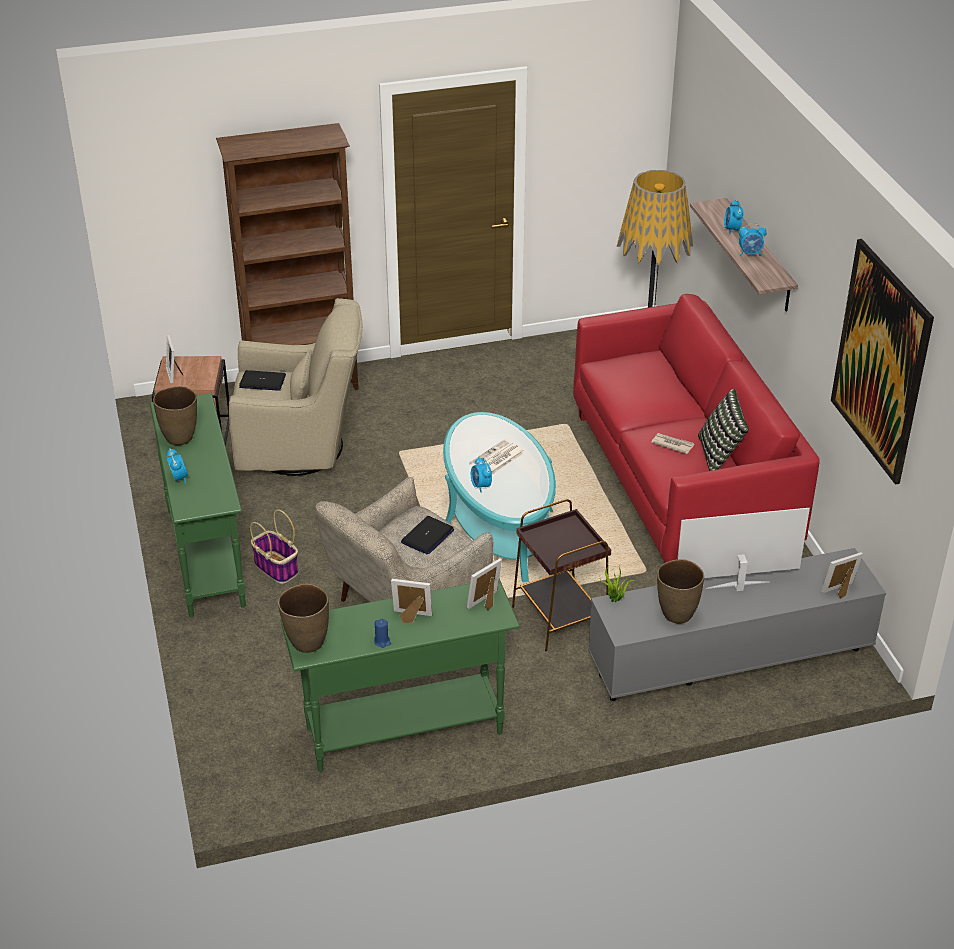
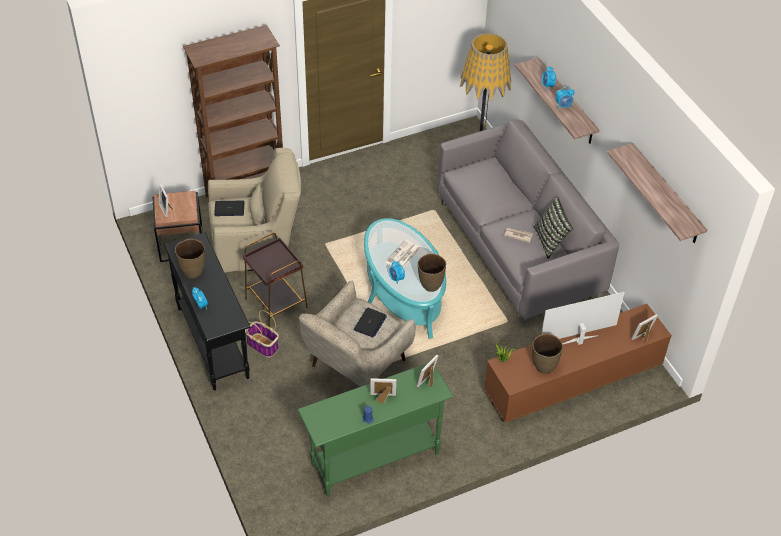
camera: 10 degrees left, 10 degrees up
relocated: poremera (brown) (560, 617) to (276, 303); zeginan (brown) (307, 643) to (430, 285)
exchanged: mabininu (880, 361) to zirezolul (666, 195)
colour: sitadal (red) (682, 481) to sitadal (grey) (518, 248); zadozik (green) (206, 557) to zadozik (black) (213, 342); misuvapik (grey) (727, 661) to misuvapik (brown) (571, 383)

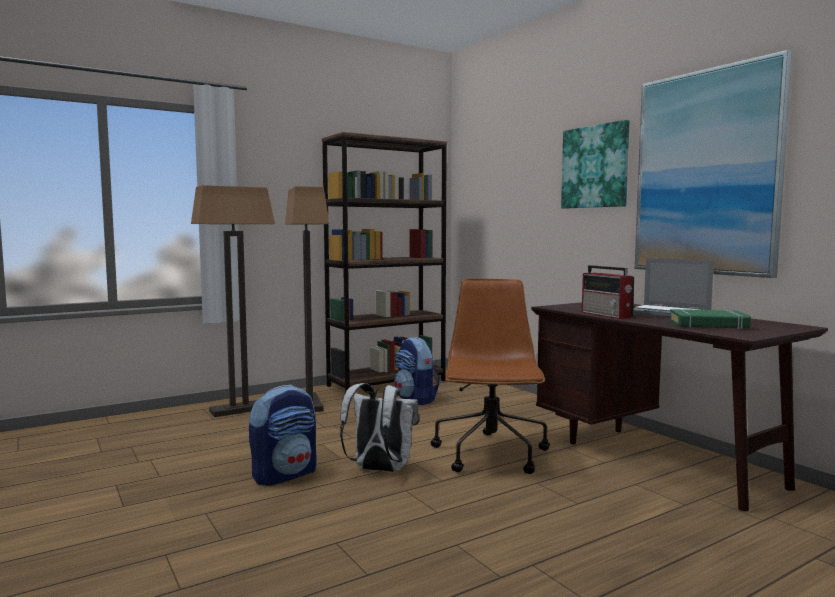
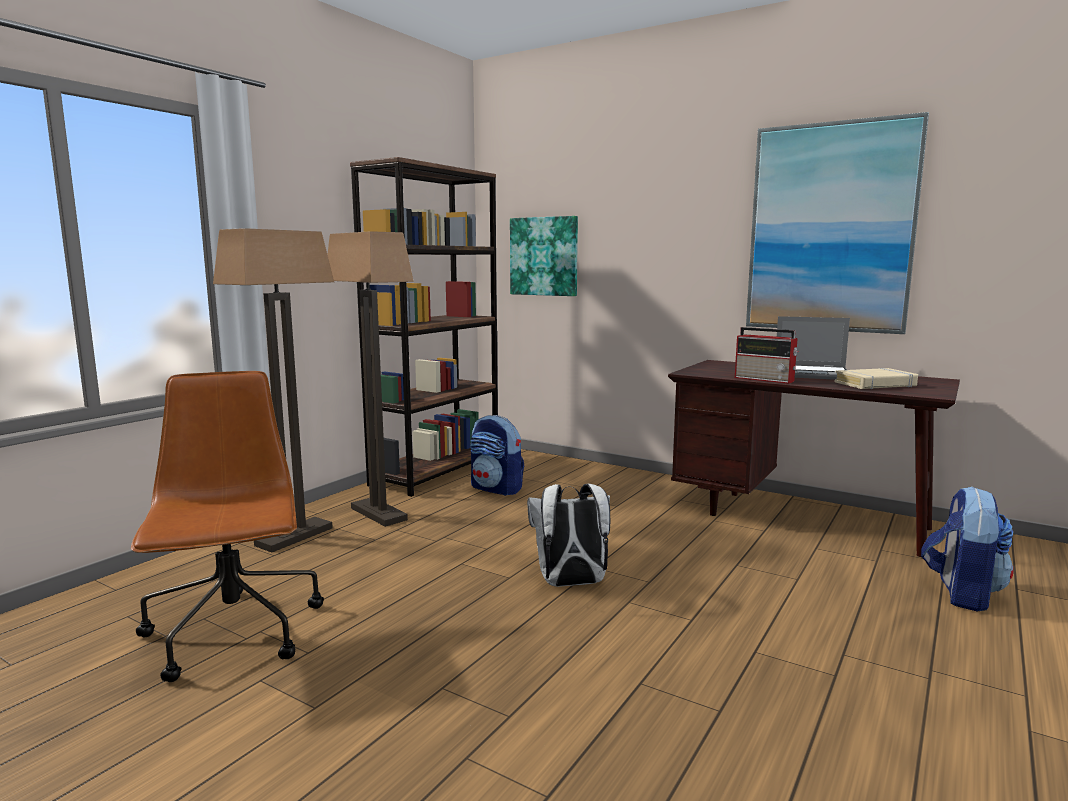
camera: 25 degrees left, 5 degrees up
relocated: mabininu (595, 167) to (544, 256); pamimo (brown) (491, 455) to (234, 634); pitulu (285, 475) to (961, 593)
colour: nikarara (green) (708, 325) to nikarara (beige) (875, 384)

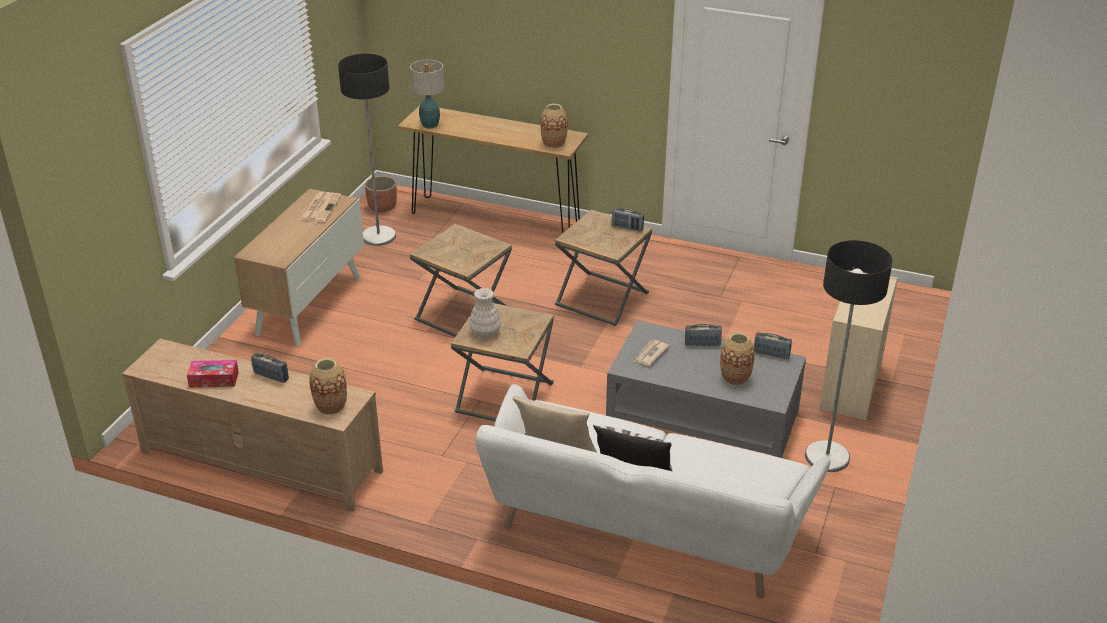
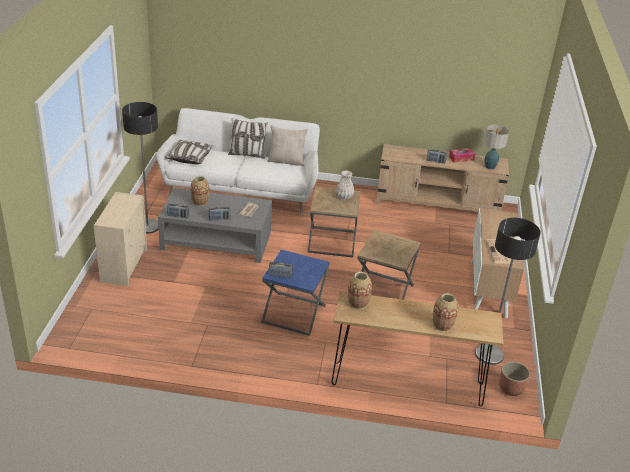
camera: 165 degrees right, 0 degrees up
appeared: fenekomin (190, 158)
relocated: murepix (430, 125) to (489, 166); zeginan (331, 406) to (442, 325)
colour: poremera (brown) (602, 299) to poremera (blue) (293, 314)

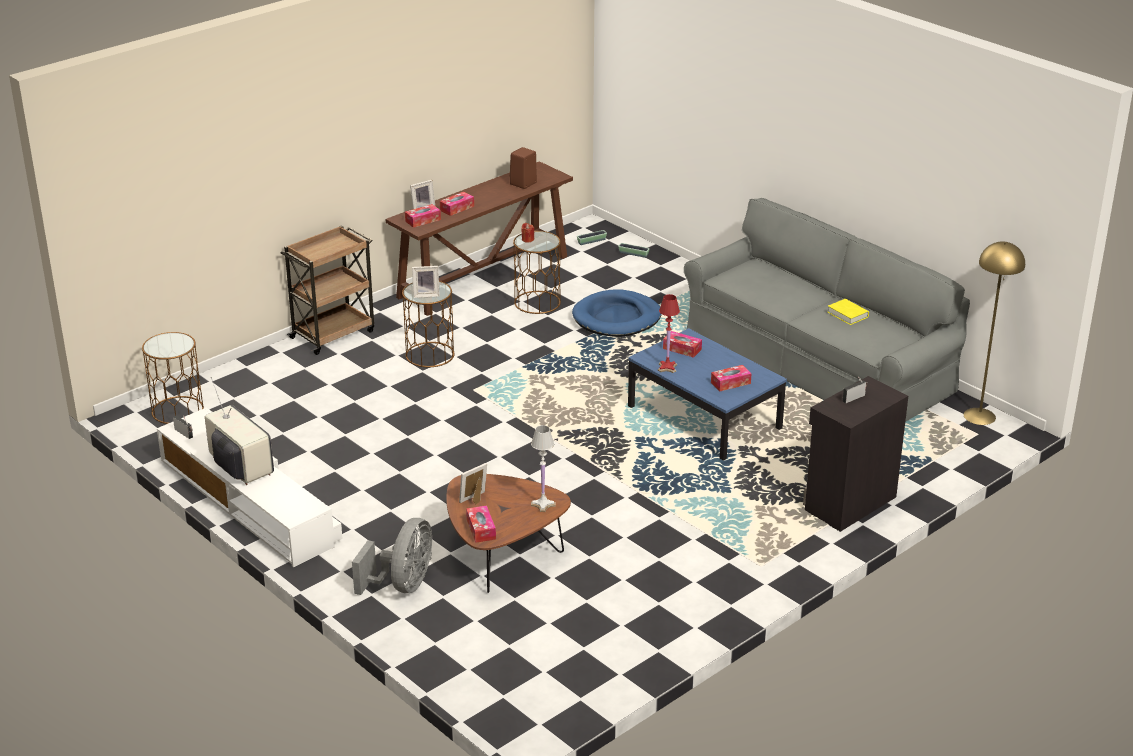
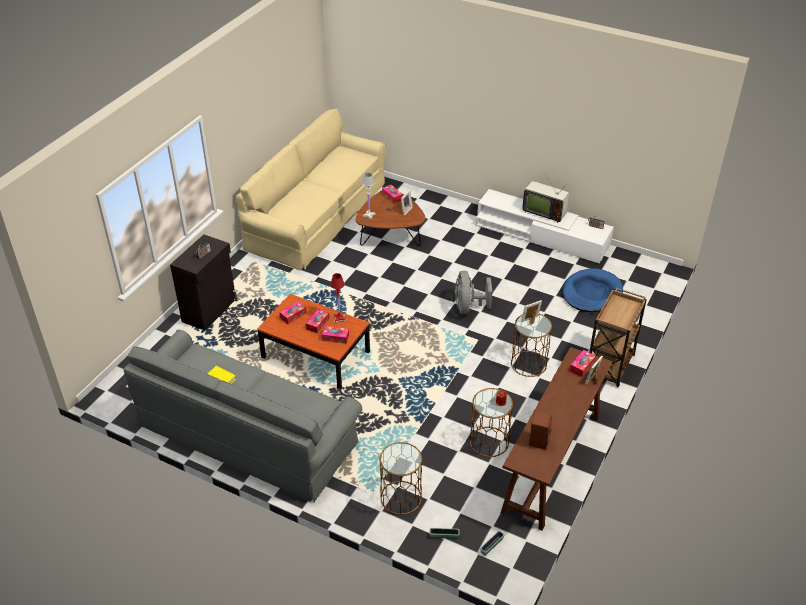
camera: 160 degrees right, 10 degrees up
missing: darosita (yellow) (979, 416)
appeared: sitadal (beige) (317, 215)
relocated: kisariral (457, 208) to (318, 324); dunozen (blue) (617, 318) to (591, 293); poremera (brown) (177, 410) to (400, 497); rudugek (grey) (403, 585) to (468, 307)
colour: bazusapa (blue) (704, 417) to bazusapa (brown) (315, 355)

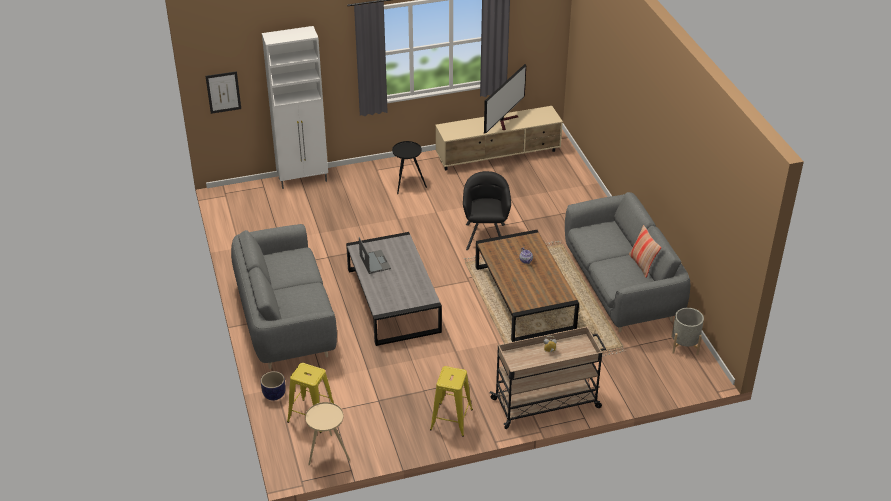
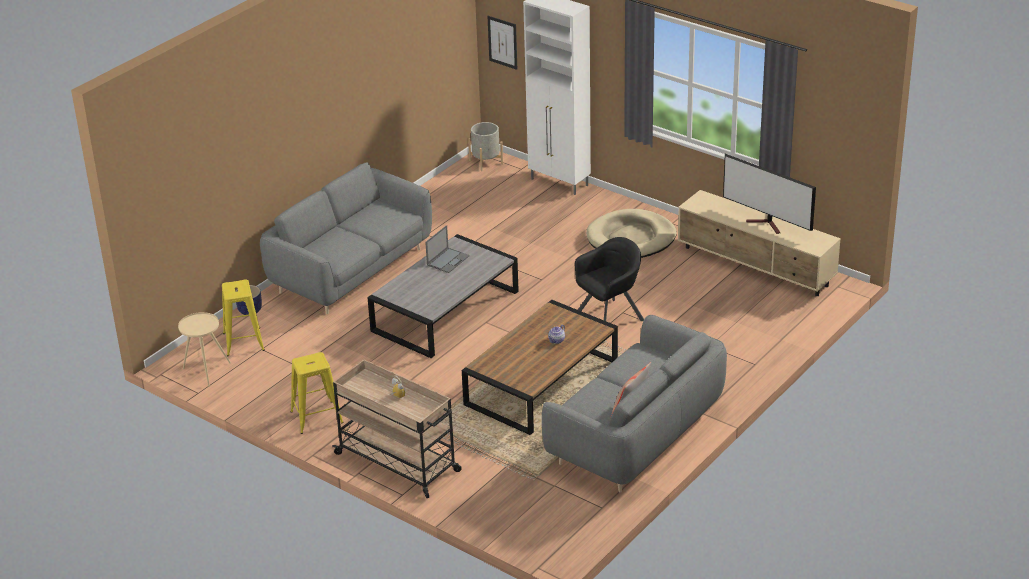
camera: 55 degrees right, 5 degrees down
relocated: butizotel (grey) (684, 345) to (486, 162)
exchanged: poremera (black) (407, 184) to dunozen (beige) (631, 238)
spun: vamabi (506, 121) = (767, 224) 45 degrees clockwise

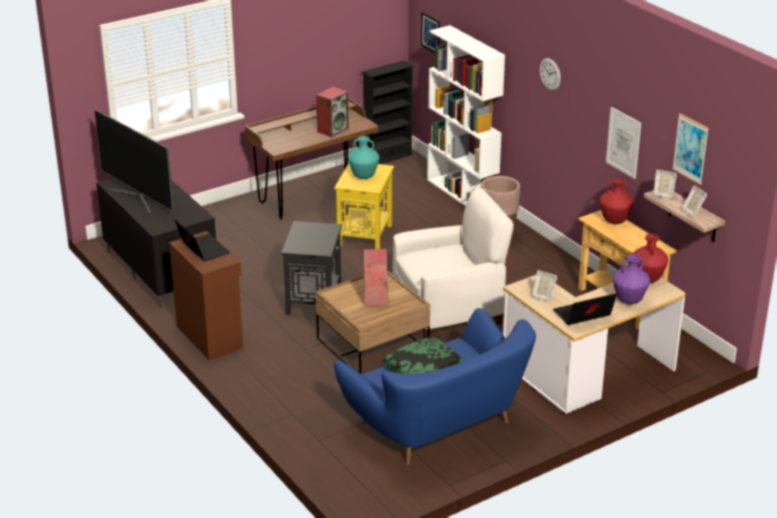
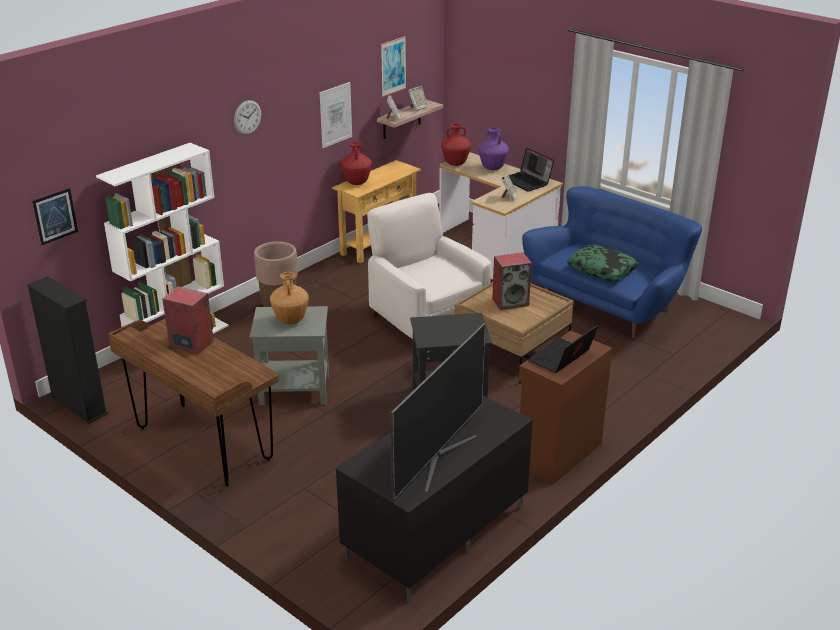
camera: 105 degrees left, 0 degrees up
colour: zeginan (turquoise) (364, 176) to zeginan (brown) (290, 320); poremera (yellow) (365, 235) to poremera (grey) (293, 389)

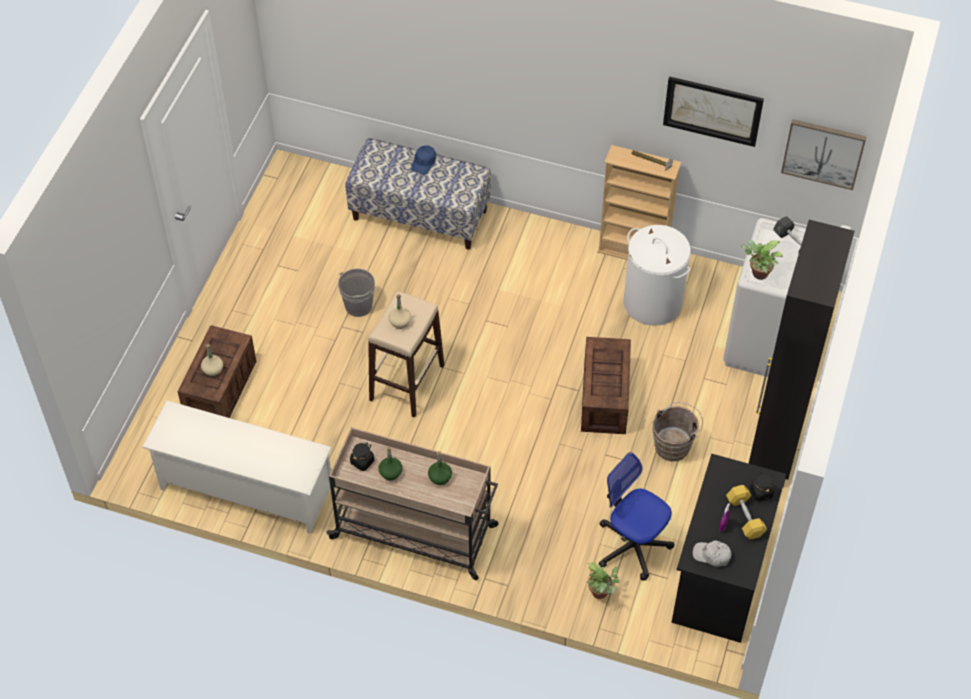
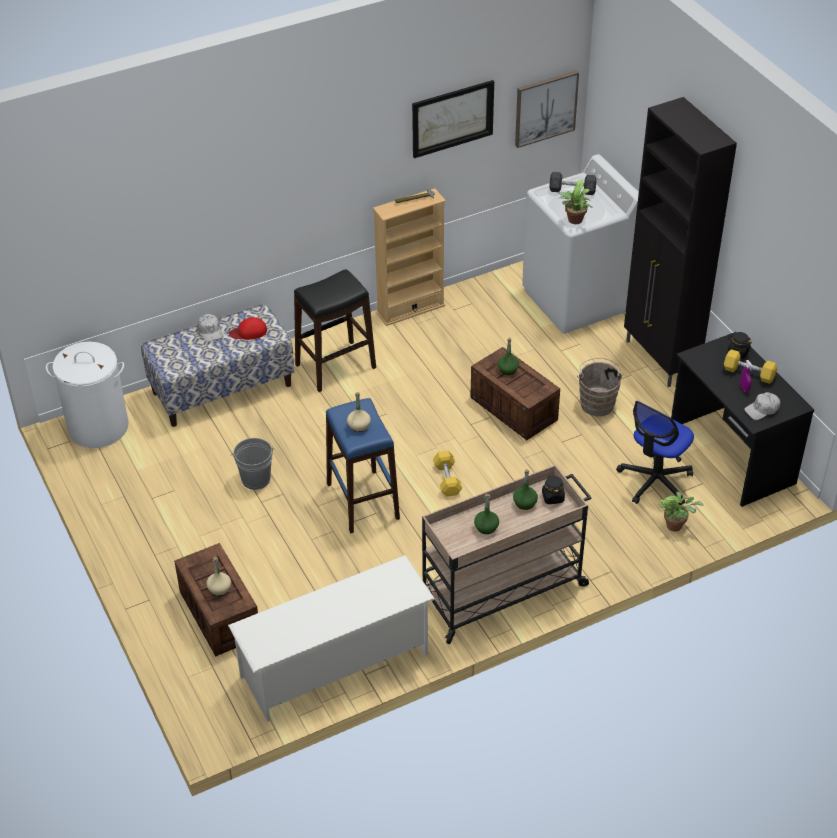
camera: 45 degrees left, 10 degrees down
appeared: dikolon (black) (336, 366); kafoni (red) (248, 332); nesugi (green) (507, 369); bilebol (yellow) (447, 479)
relocated: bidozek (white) (652, 303) to (98, 427); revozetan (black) (362, 461) to (552, 497)
colour: kafoni (blue) (424, 162) to kafoni (white) (210, 331); dikolon (beige) (407, 382) to dikolon (blue) (362, 501)
spun: pamimo (632, 545) = (655, 481) 45 degrees counterclockwise

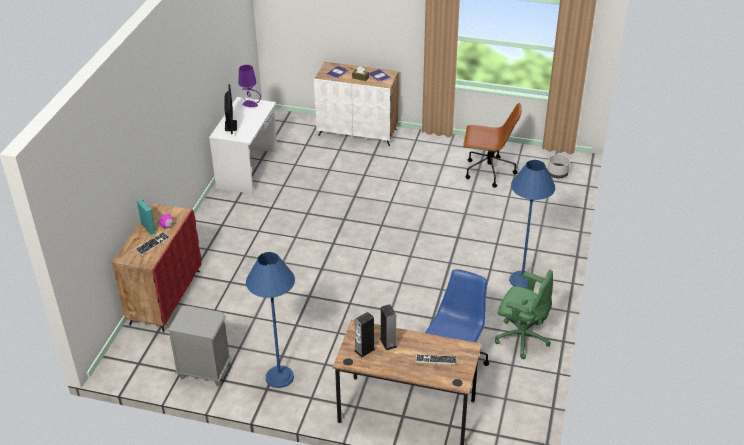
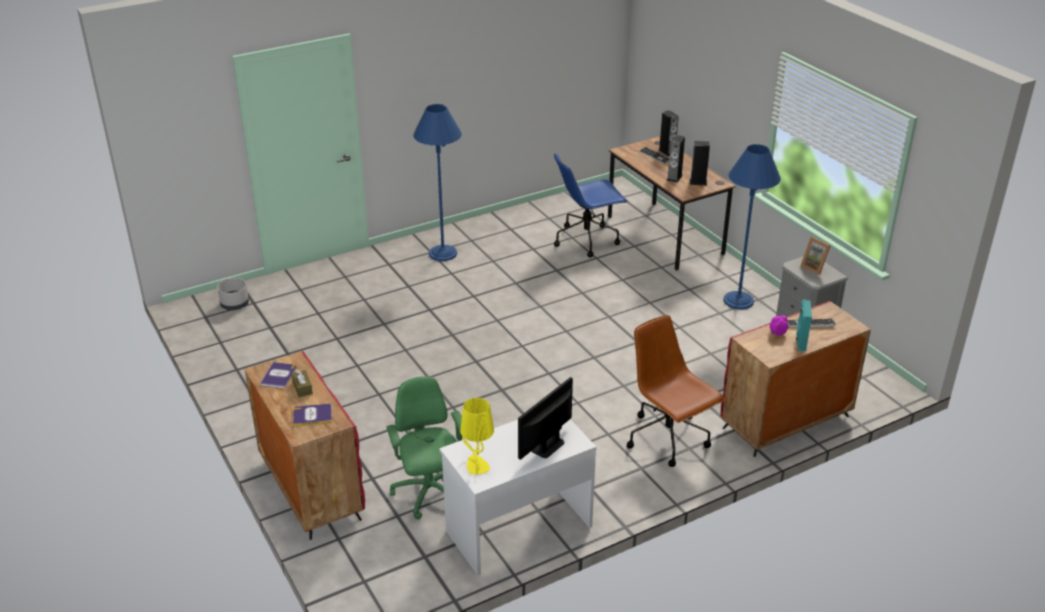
camera: 135 degrees left, 5 degrees down
appeared: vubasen (667, 151); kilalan (814, 267)
relocated: pamimo (brown) (488, 172) to (668, 439); pamimo (green) (521, 338) to (429, 493)
colour: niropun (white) (358, 132) to niropun (red) (310, 488); murepix (purple) (250, 104) to murepix (yellow) (476, 466)

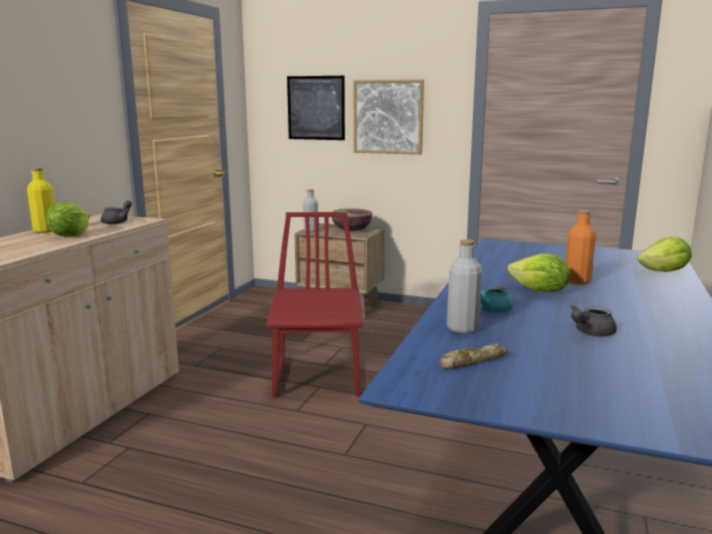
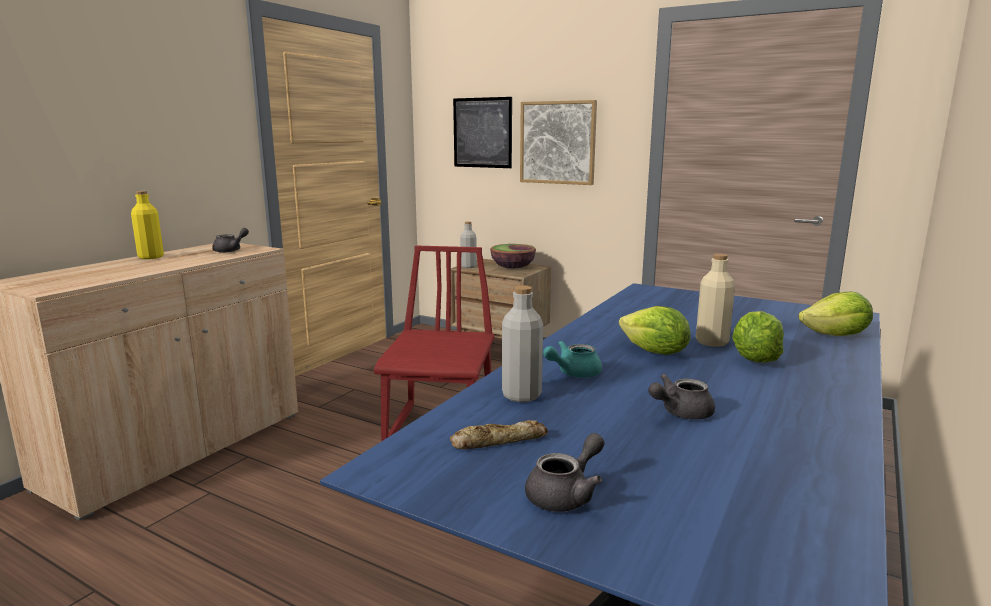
camera: 10 degrees right, 0 degrees up
appeared: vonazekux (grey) (566, 494)
relocated: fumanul (70, 235) to (754, 359)
colour: nesugi (orange) (577, 281) to nesugi (beige) (712, 342)

